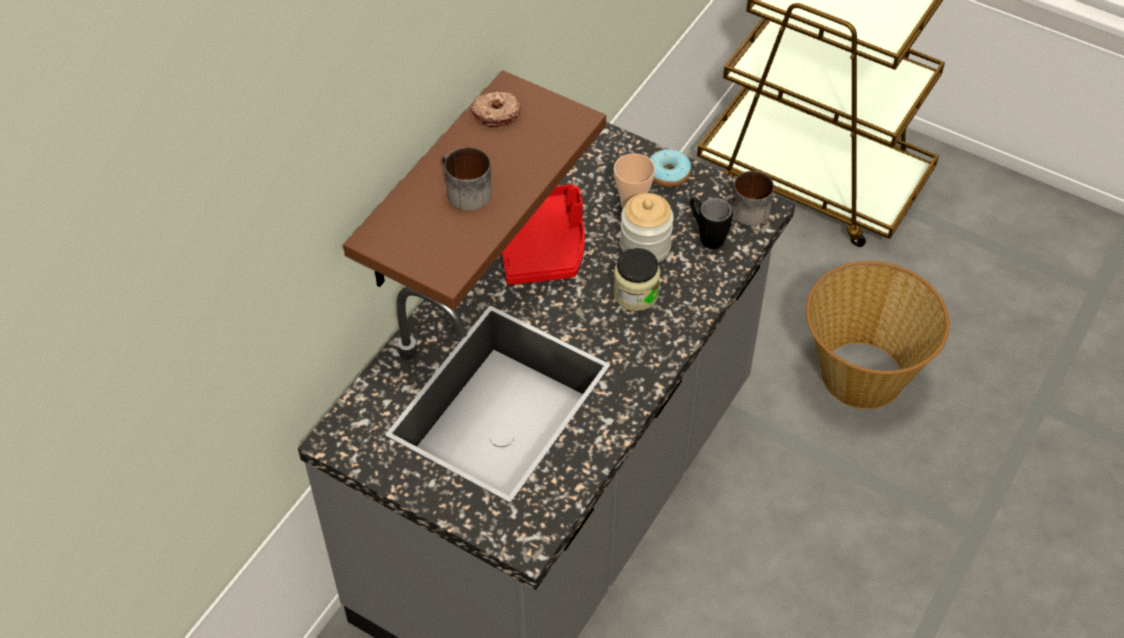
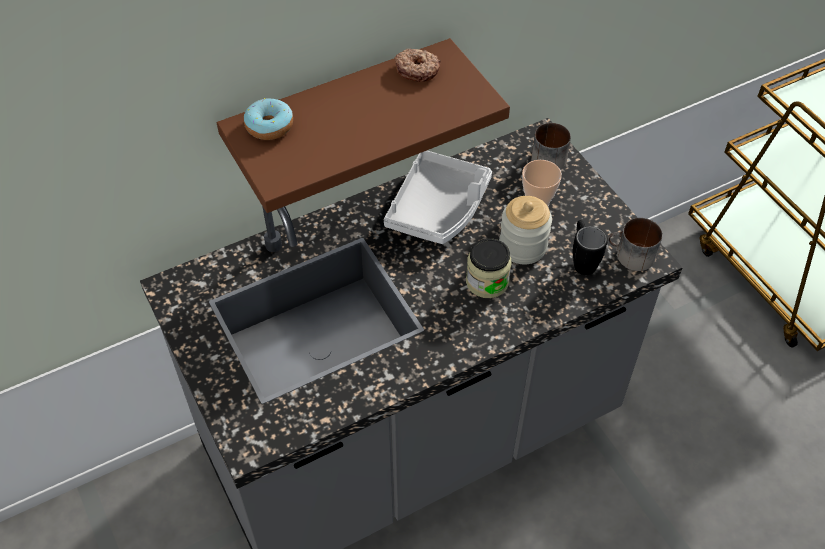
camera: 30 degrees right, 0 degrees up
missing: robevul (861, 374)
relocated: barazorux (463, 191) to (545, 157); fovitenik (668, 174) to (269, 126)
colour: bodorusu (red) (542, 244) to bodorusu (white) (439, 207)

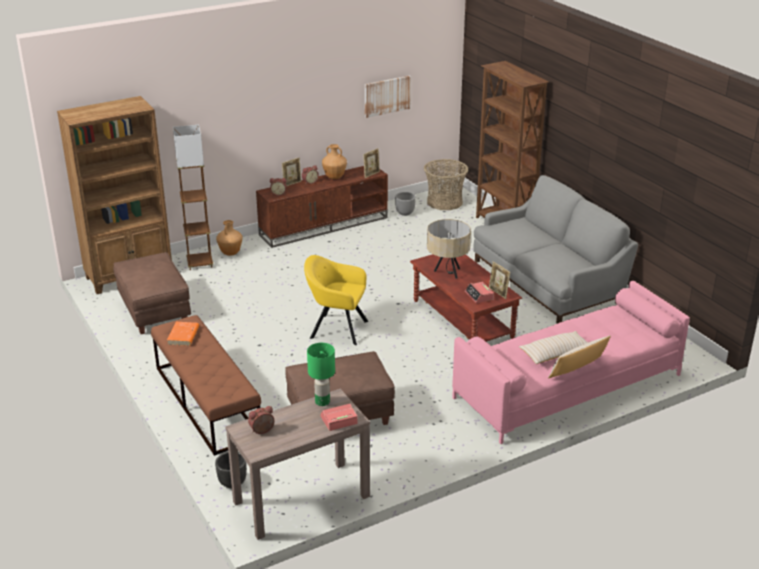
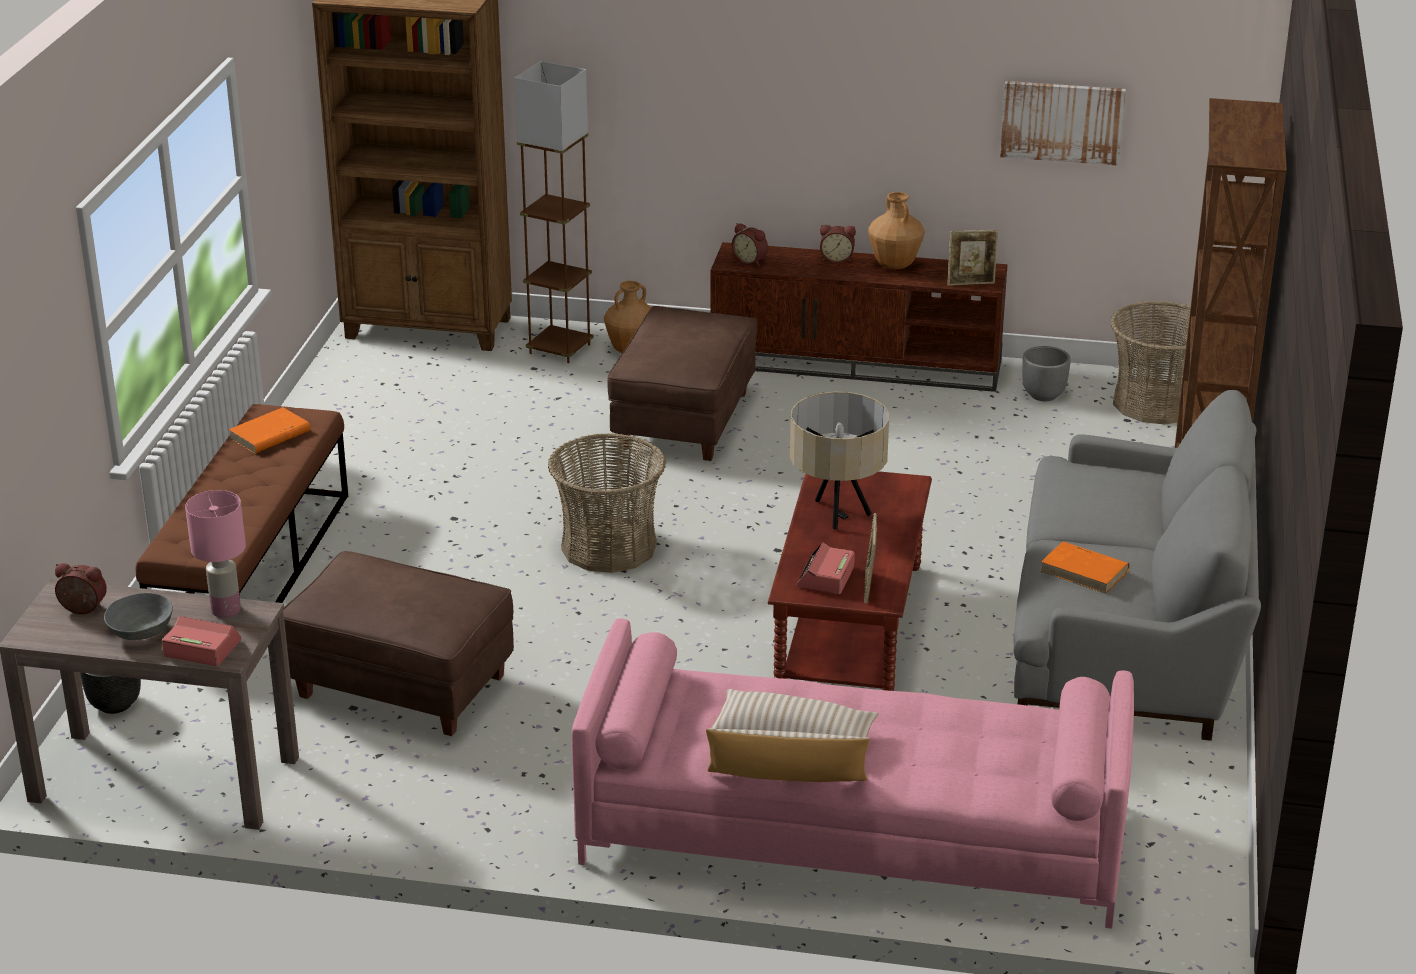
camera: 40 degrees right, 0 degrees up
missing: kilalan (292, 184)
appeared: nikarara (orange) (1085, 571); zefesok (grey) (141, 631)
relocated: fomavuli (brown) (154, 312) to (684, 422)
exchanged: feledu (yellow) (336, 329) to robevul (609, 547)
colour: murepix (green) (322, 402) to murepix (pink) (225, 610)

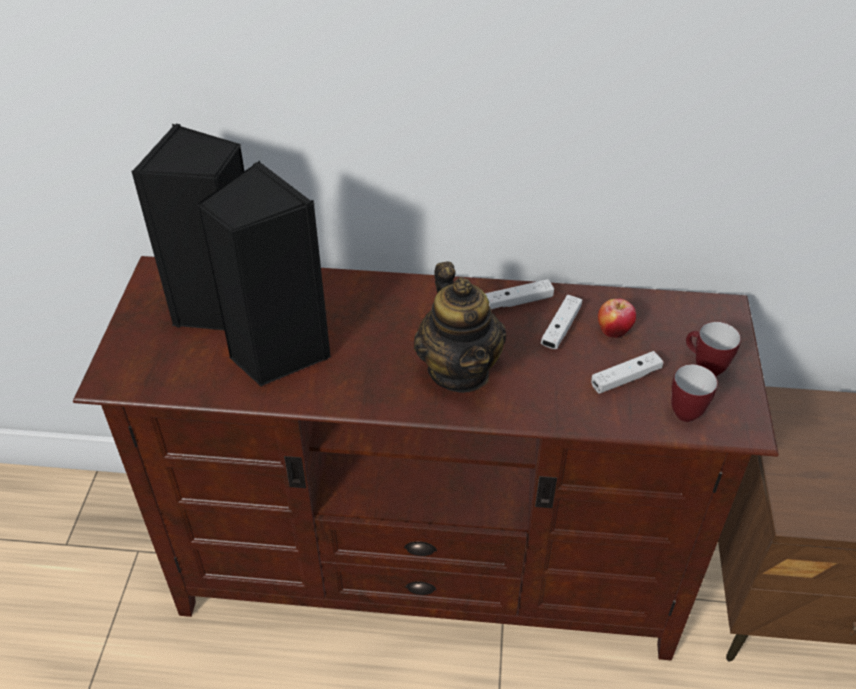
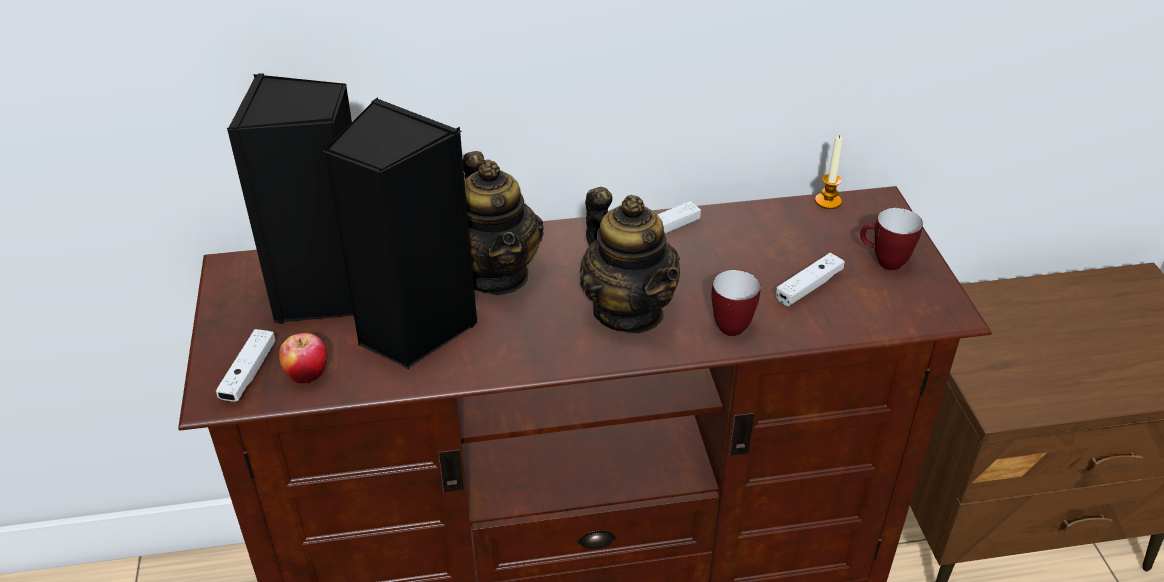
camera: 15 degrees left, 5 degrees down
appeared: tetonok (828, 201); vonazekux (496, 274)
relocated: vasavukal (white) (561, 328) to (249, 373); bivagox (613, 331) to (307, 375); barazorux (684, 409) to (728, 324)

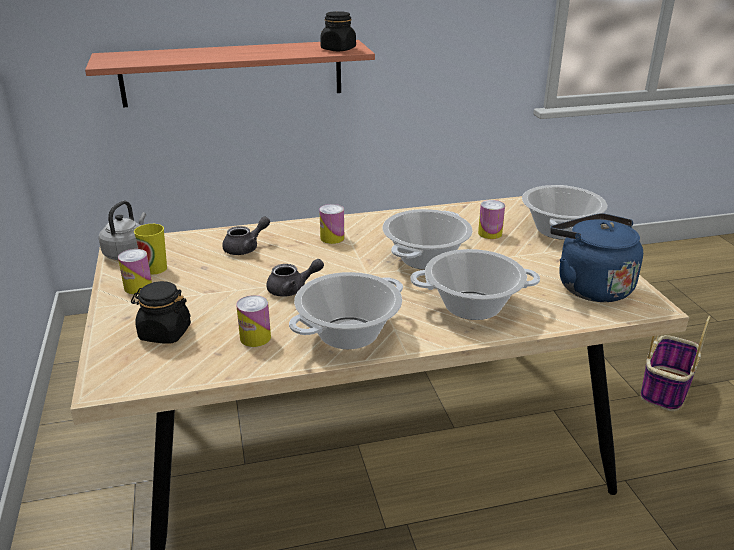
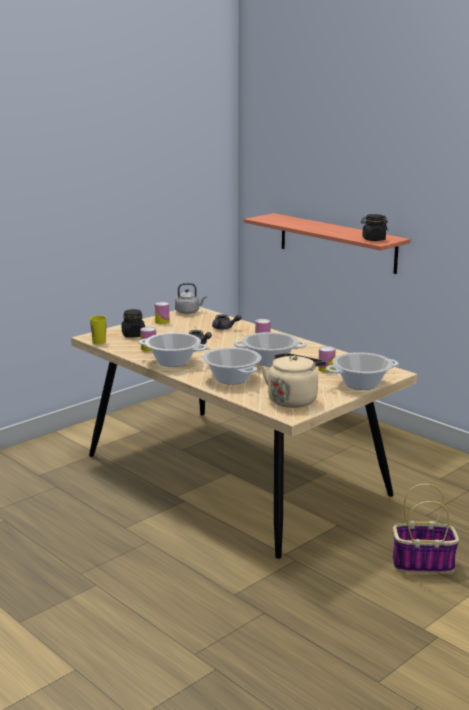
camera: 60 degrees right, 10 degrees down
relocated: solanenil (155, 268) to (99, 342)
colour: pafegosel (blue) (590, 286) to pafegosel (beige) (293, 400)

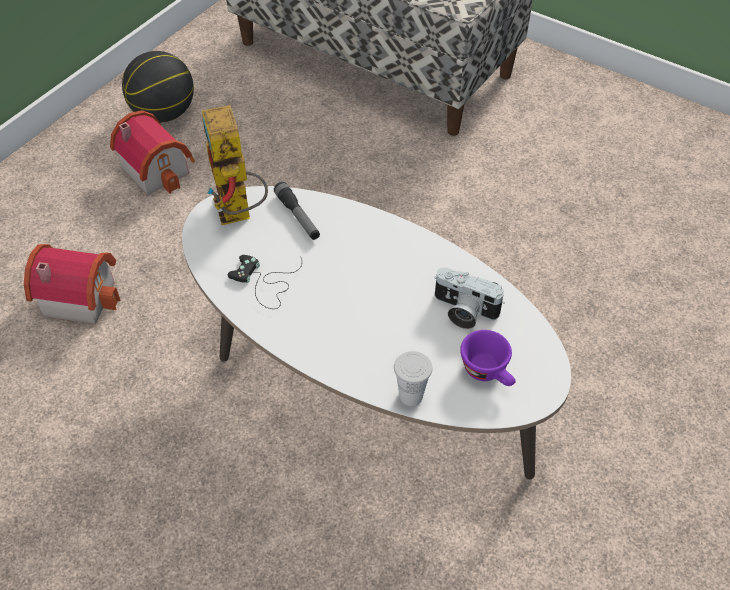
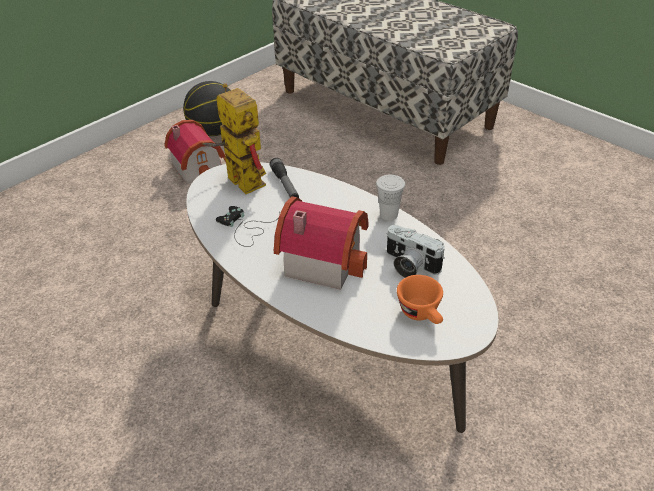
camera: 10 degrees right, 10 degrees down
relocated: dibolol (79, 295) to (322, 259); solanenil (white) (411, 396) to (388, 214)
colour: solanenil (purple) (488, 373) to solanenil (orange) (422, 314)
spun: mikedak (239, 214) = (238, 179) 150 degrees clockwise

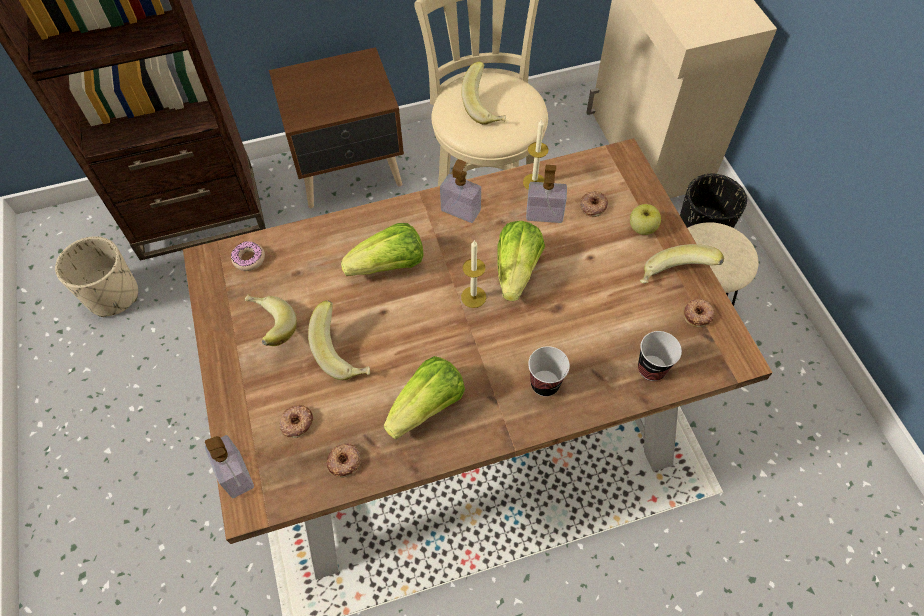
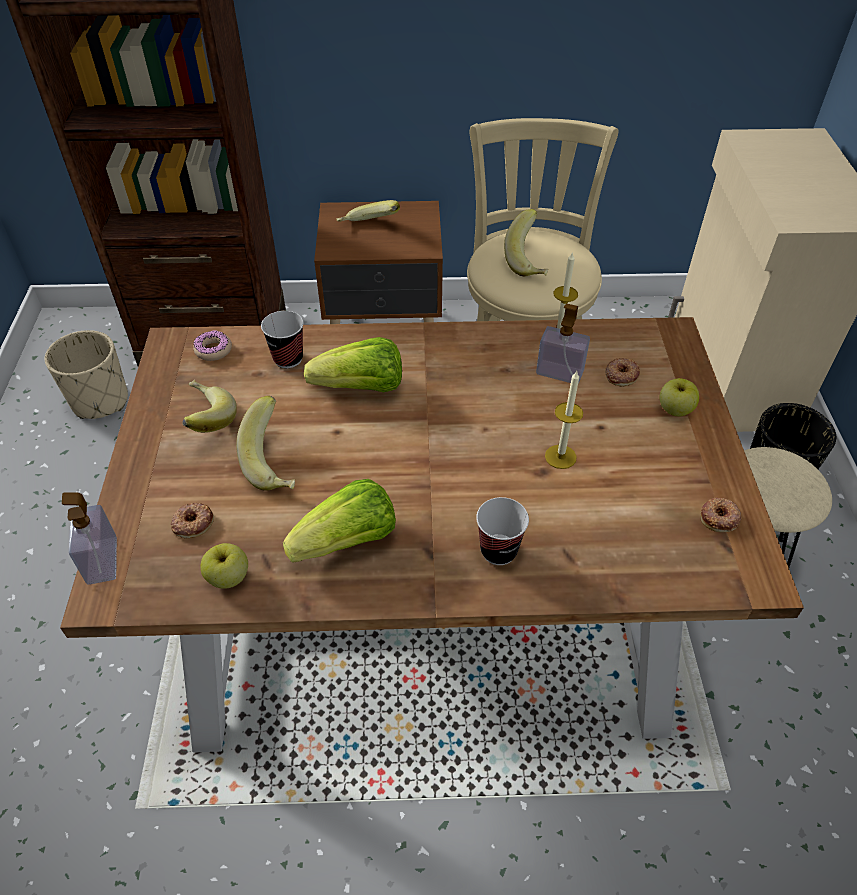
camera: 15 degrees right, 10 degrees down
missing: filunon (460, 210); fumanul (517, 270)
relocated: tetonok (473, 297) to (560, 456); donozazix (674, 278) to (369, 227); solanenil (651, 369) to (288, 359)
exchanged: fovitenik (344, 461) to bivagox (228, 577)

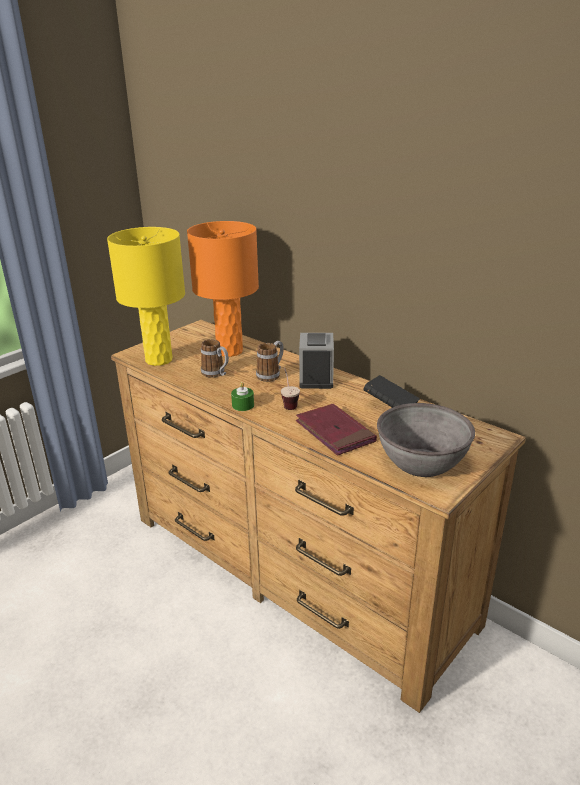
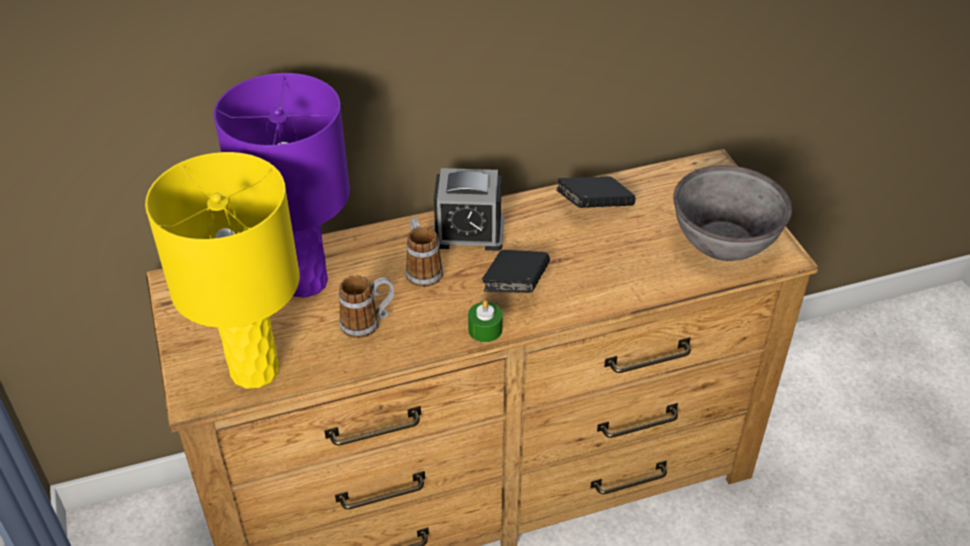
camera: 60 degrees left, 15 degrees up
missing: nikarara (red) (335, 432)
exchanged: solanenil (288, 403) to nikarara (black) (515, 285)
colour: murepix (orange) (230, 351) to murepix (purple) (305, 281)
spun: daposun (316, 377) = (468, 233) 150 degrees clockwise

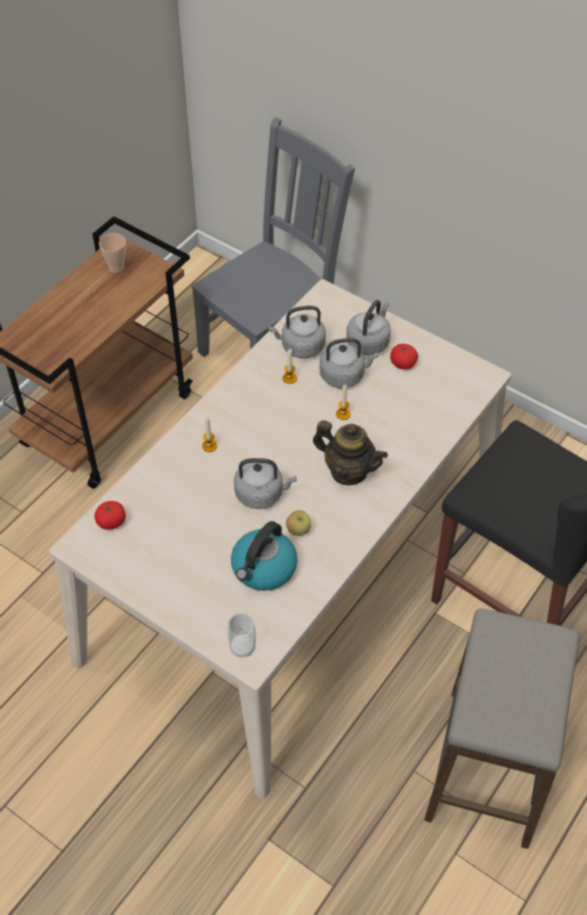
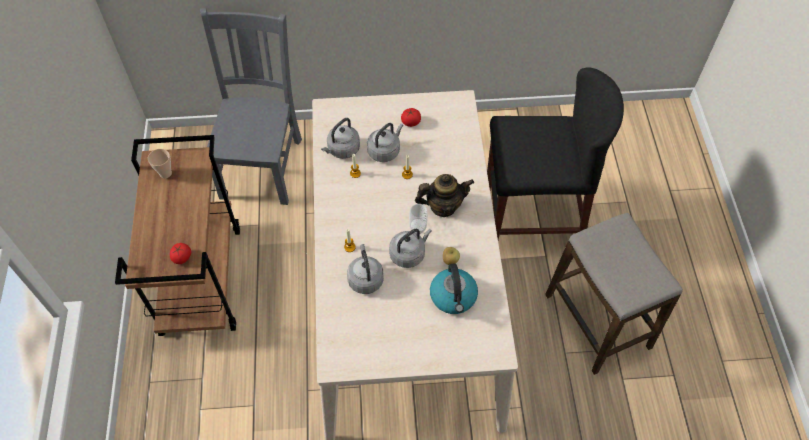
camera: 40 degrees left, 5 degrees up
relocated: pafegosel (grey) (369, 342) to (365, 278); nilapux (111, 522) to (182, 258); solanenil (242, 647) to (418, 227)

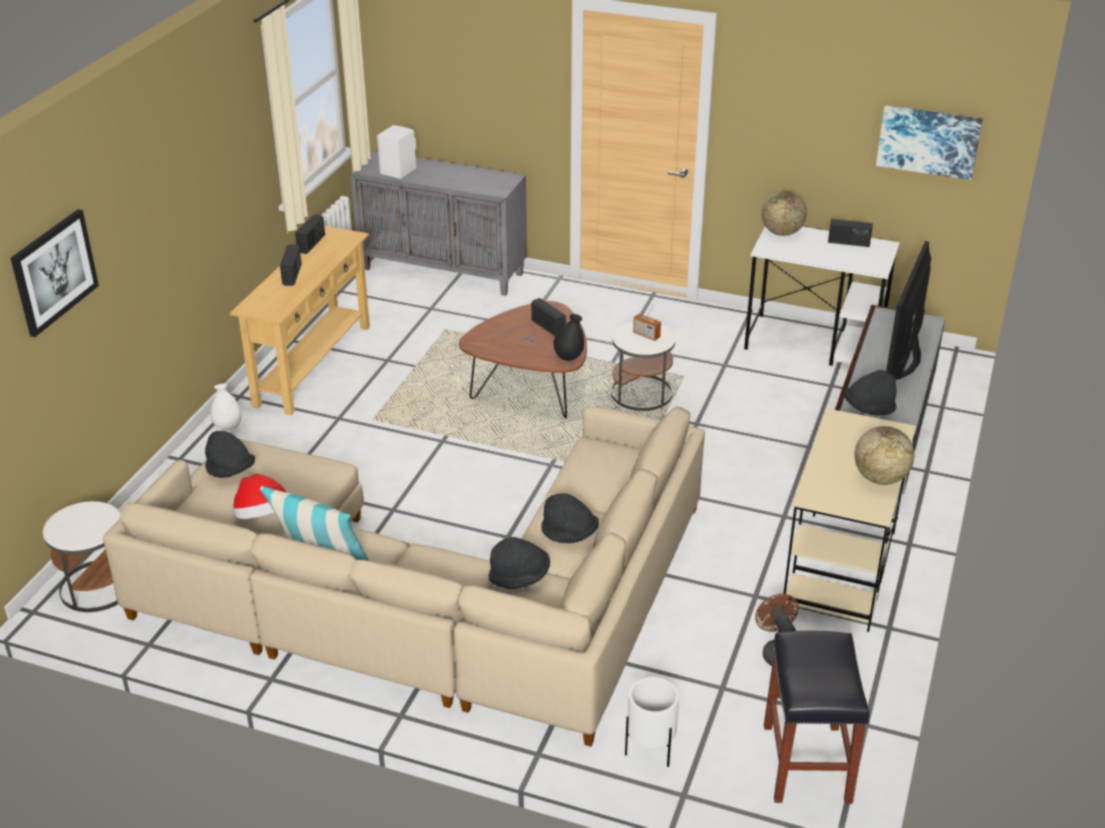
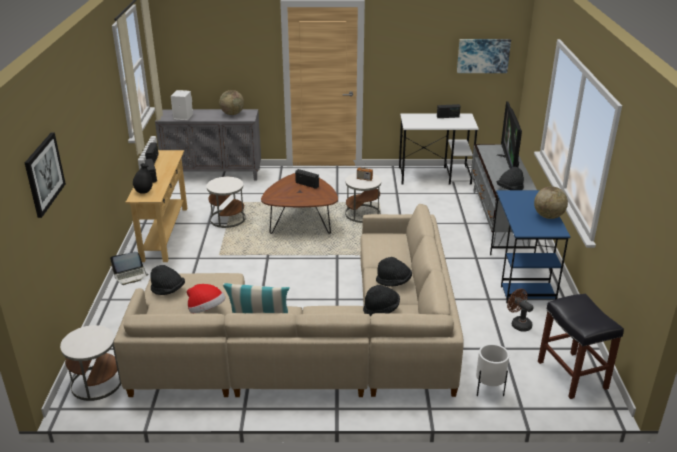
camera: 20 degrees left, 5 degrees down
appeared: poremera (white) (227, 219)
relocated: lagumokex (782, 232) to (232, 114); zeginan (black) (568, 357) to (144, 191)
exchanged: zeginan (white) (228, 427) to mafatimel (131, 276)
colour: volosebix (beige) (839, 571) to volosebix (blue) (521, 277)

